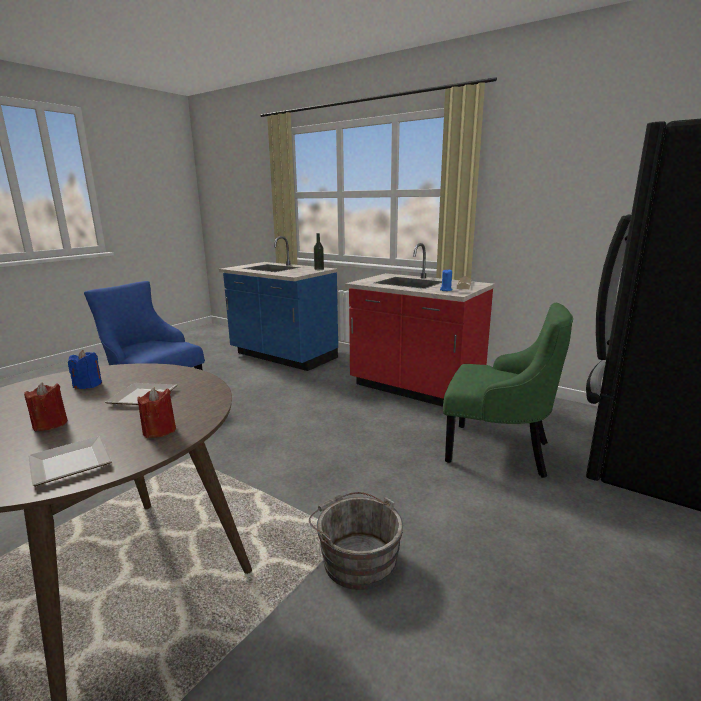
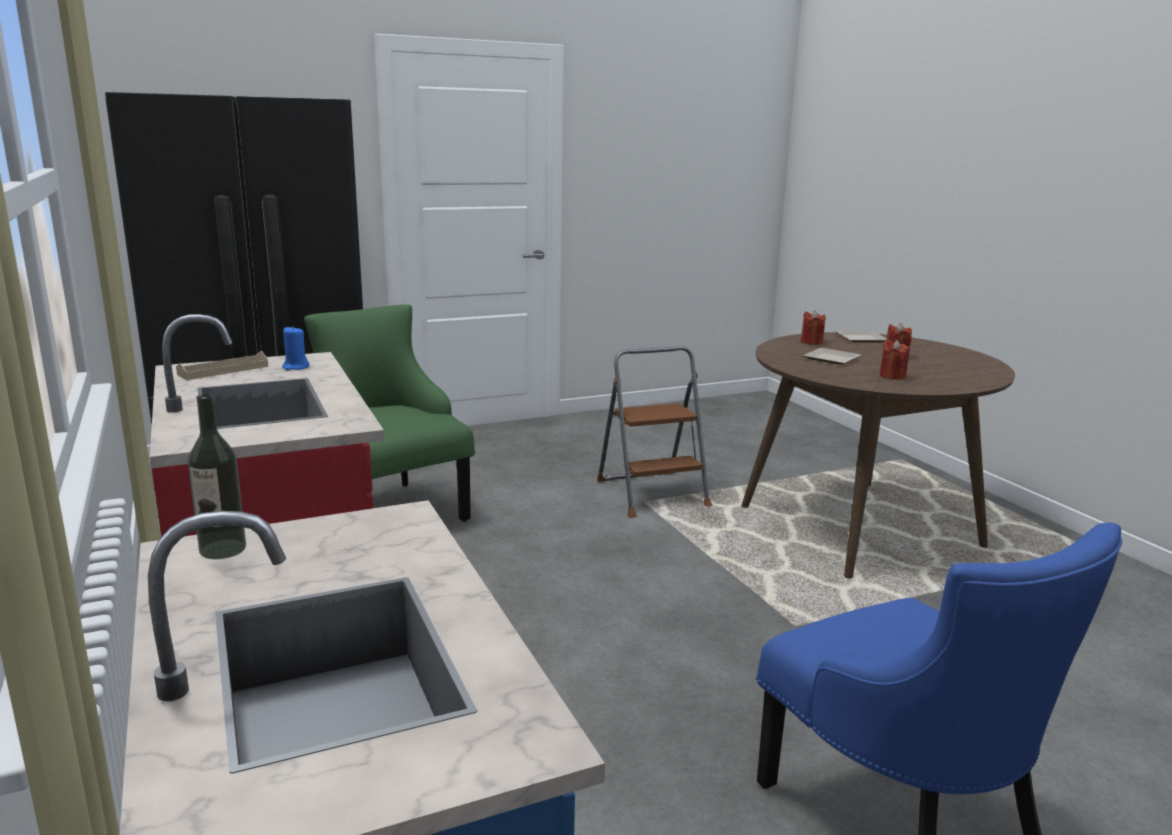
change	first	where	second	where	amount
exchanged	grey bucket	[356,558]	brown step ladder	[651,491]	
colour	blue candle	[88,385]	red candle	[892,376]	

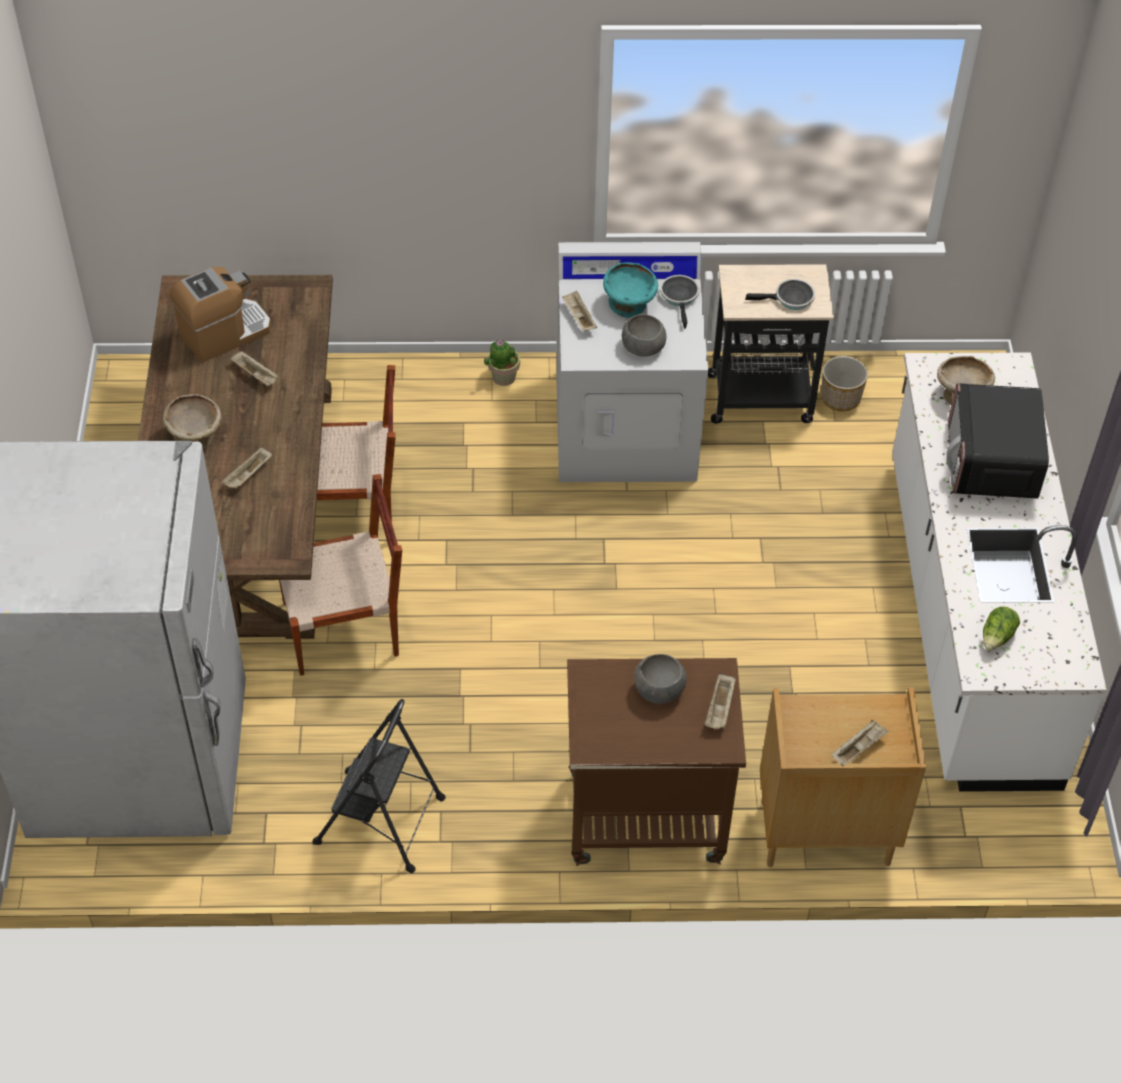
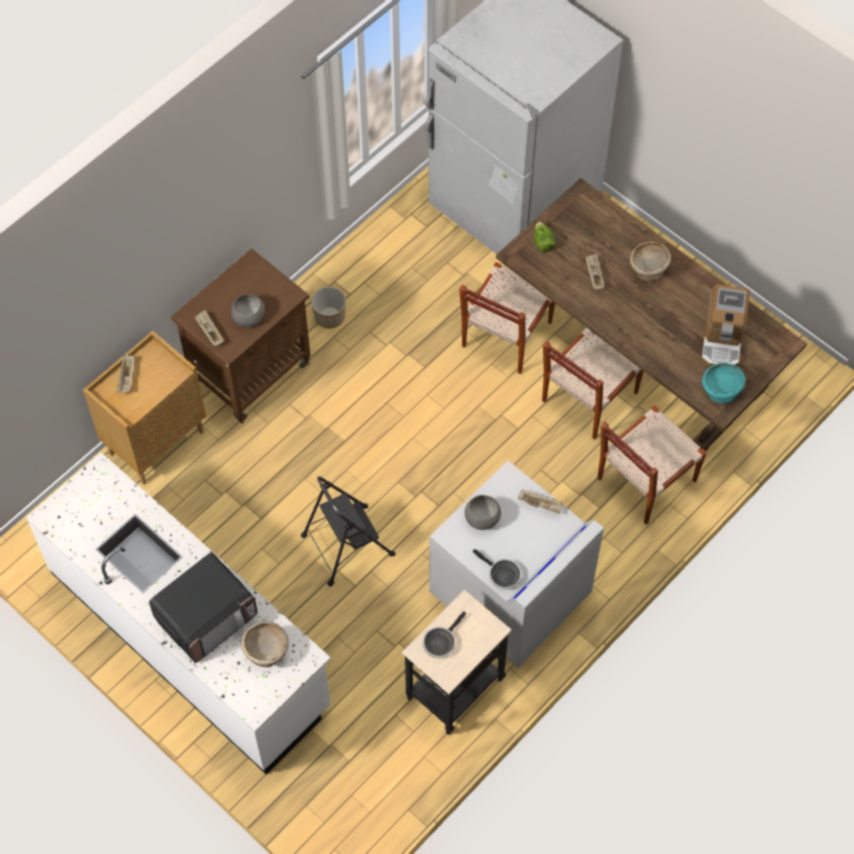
change	first	where	second	where	amount
missing	beige tray	[256,375]			
missing	potted plant	[503,377]			
appeared			chair	[644,482]	
relocated	black step ladder	[383,820]		[345,545]	
relocated	turquoise bowl	[629,305]		[720,392]	
relocated	planter	[840,398]		[330,316]	
relocated	lettuce	[997,637]		[542,242]	
spun	microwave	[991,462]		[207,616]	90 degrees clockwise

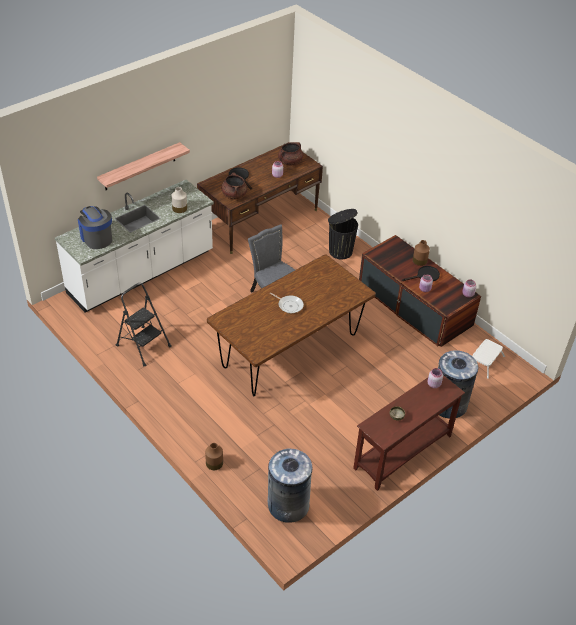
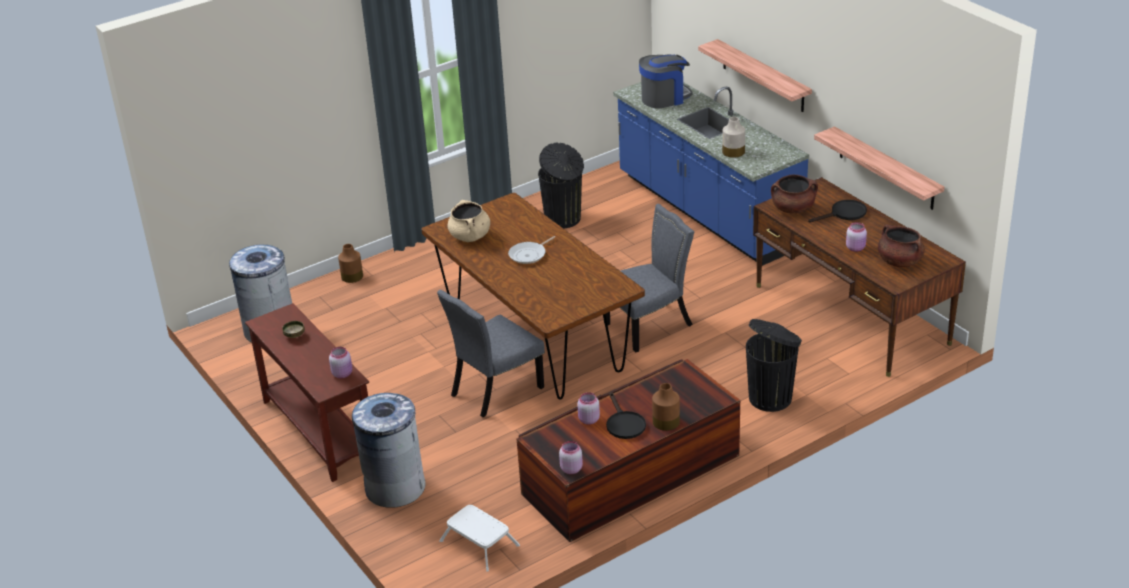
change	first	where	second	where	amount
appeared			grey chair	[497,389]	
appeared			beige cooking pot	[470,236]	
appeared			shelf	[886,168]	
exchanged	black step ladder	[142,344]	black trash can	[563,219]	
colour	white counter	[142,273]	blue counter	[706,212]	

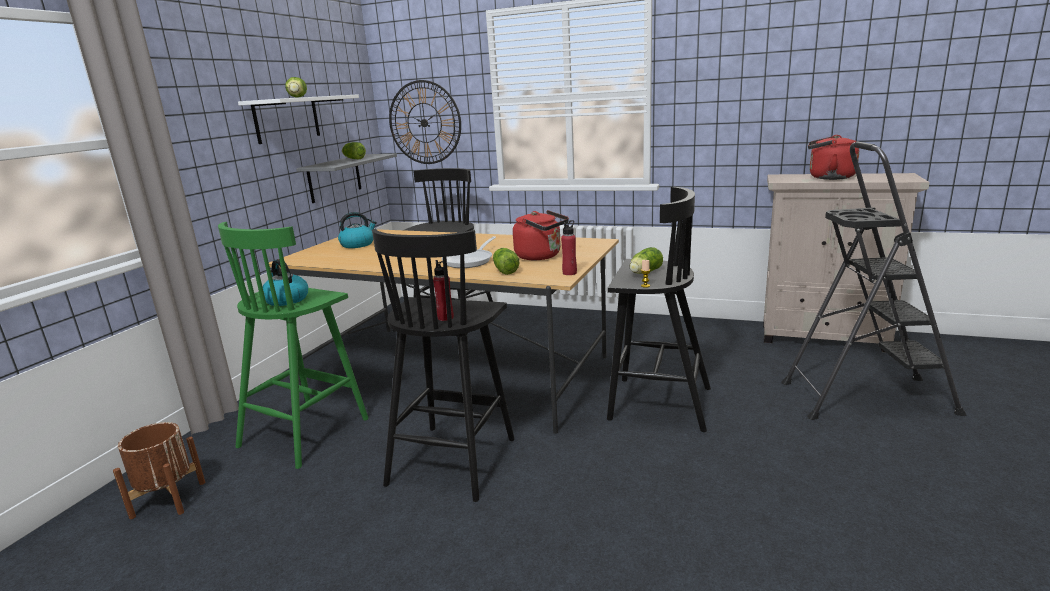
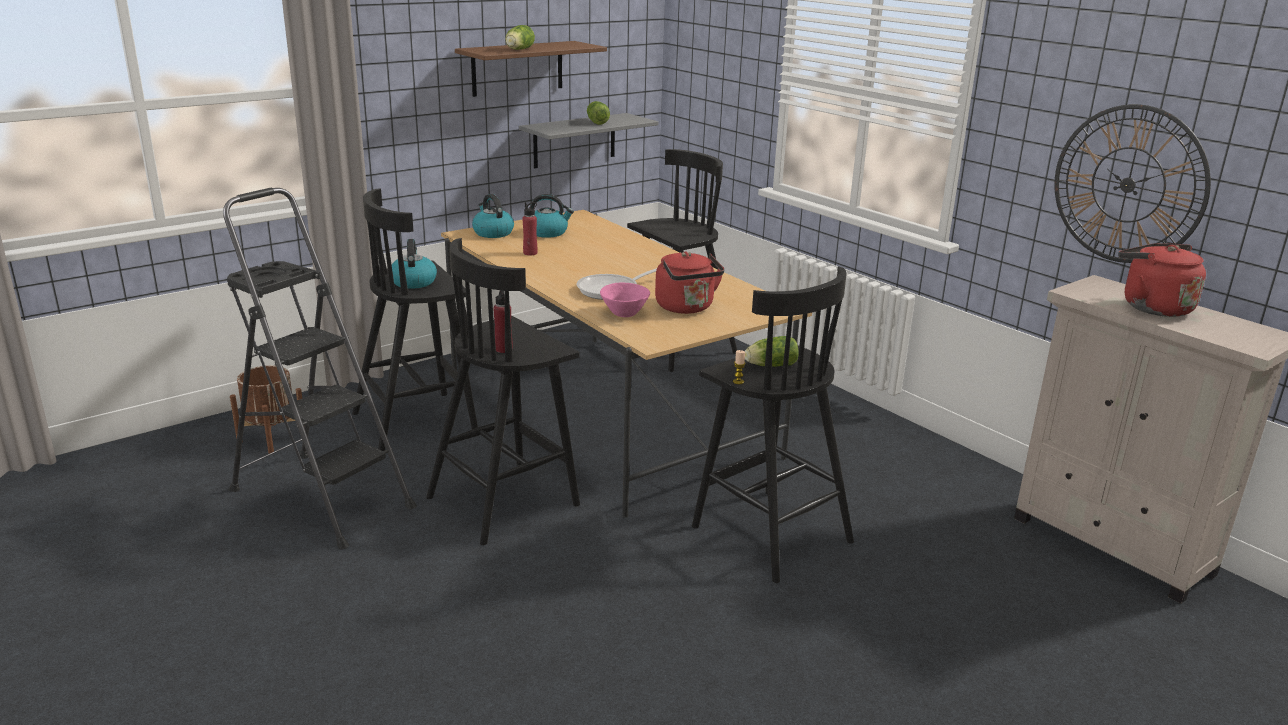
change	first	where	second	where	amount
appeared			kettle	[492,233]	
relocated	wall clock	[424,123]		[1128,185]	
relocated	red bottle	[569,273]		[530,253]	
relocated	step ladder	[865,397]		[320,496]	
exchanged	lettuce	[505,270]	pink bowl	[623,314]	
colour	green stool	[307,430]	black stool	[419,420]	
colour	white shelf	[287,119]	brown shelf	[517,68]	

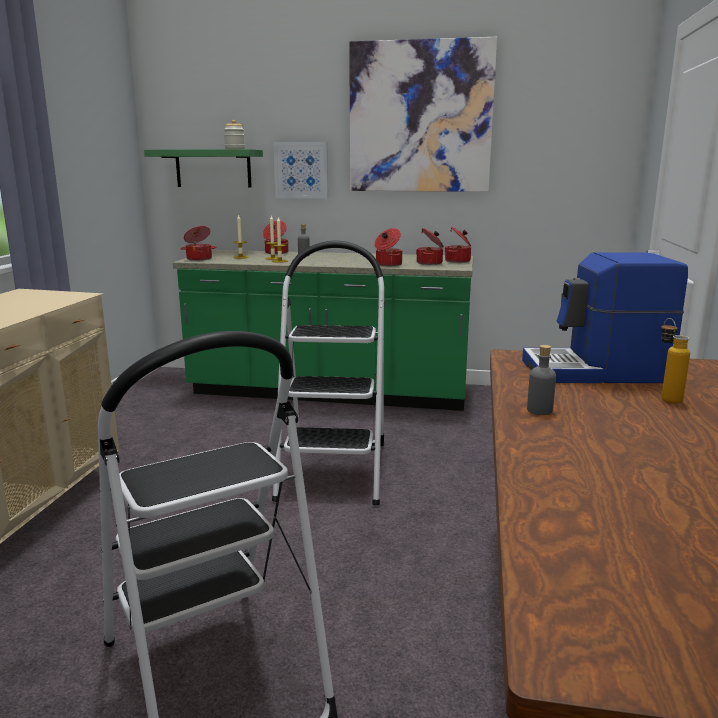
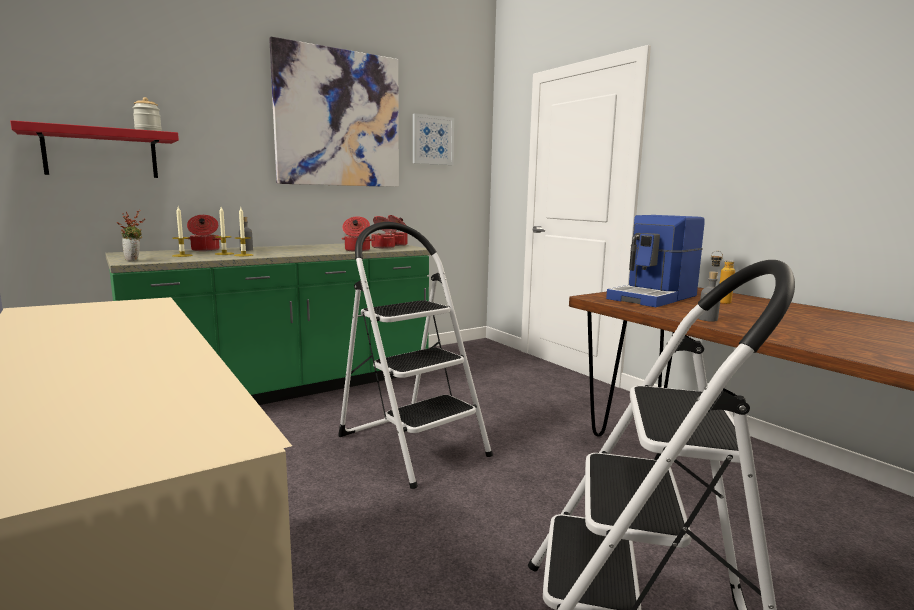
change	first	where	second	where	amount
relocated	picture	[301,170]		[432,140]	
exchanged	cooking pot	[199,259]	potted plant	[135,260]	
colour	green shelf	[213,168]	red shelf	[101,153]	

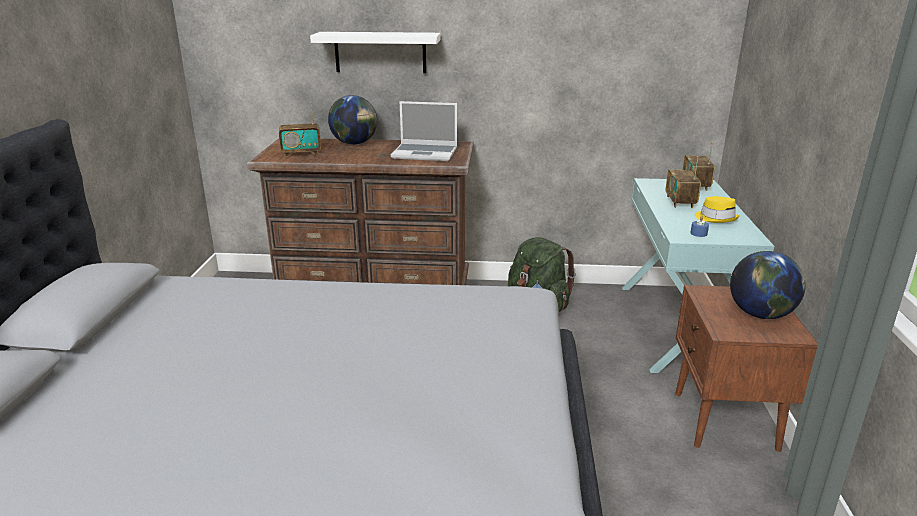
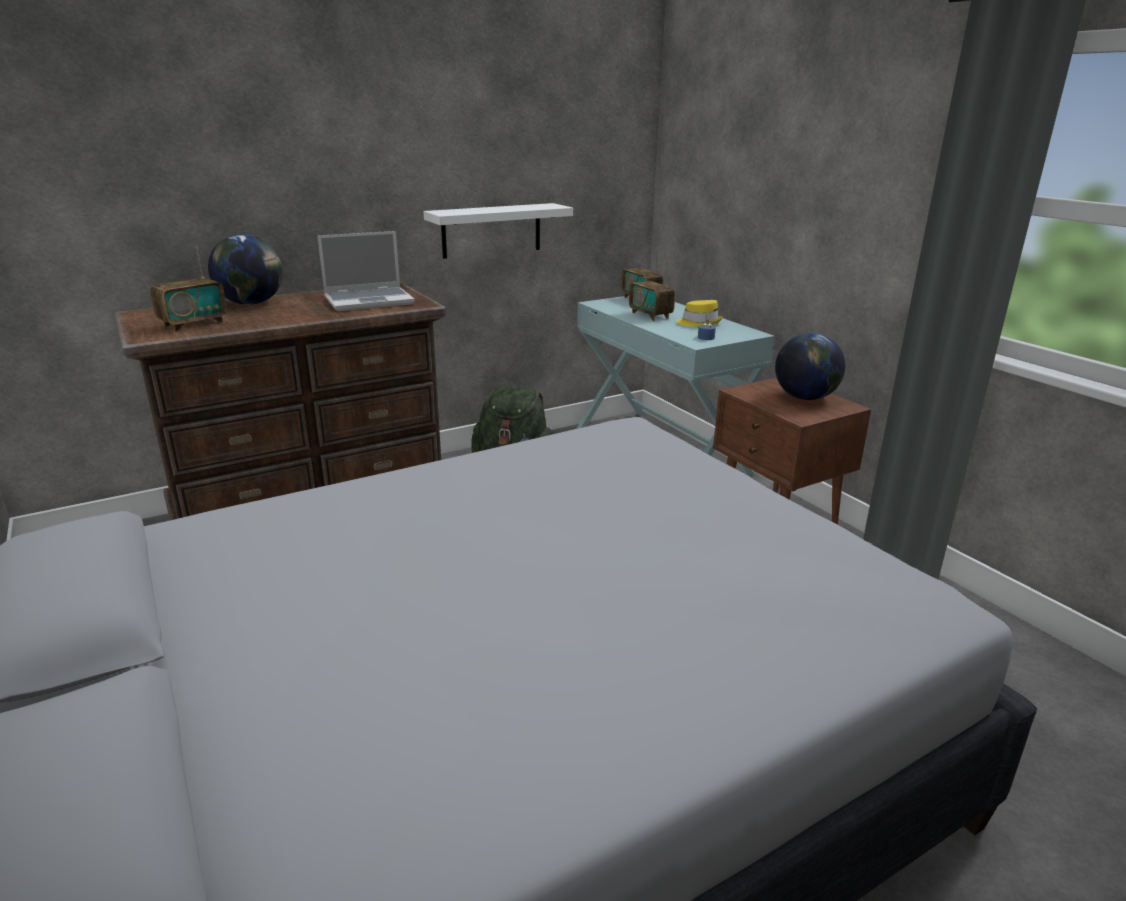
change	first	where	second	where	amount
relocated	white shelf	[380,52]		[491,230]	

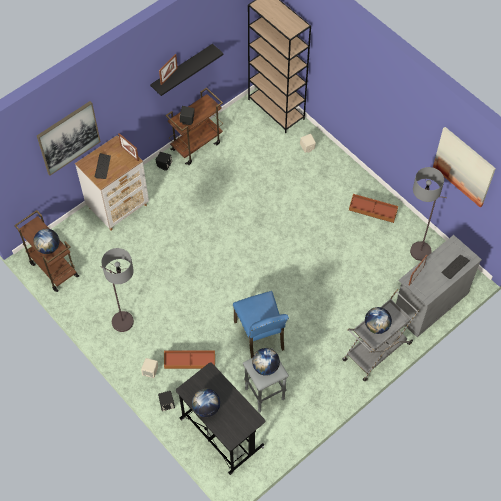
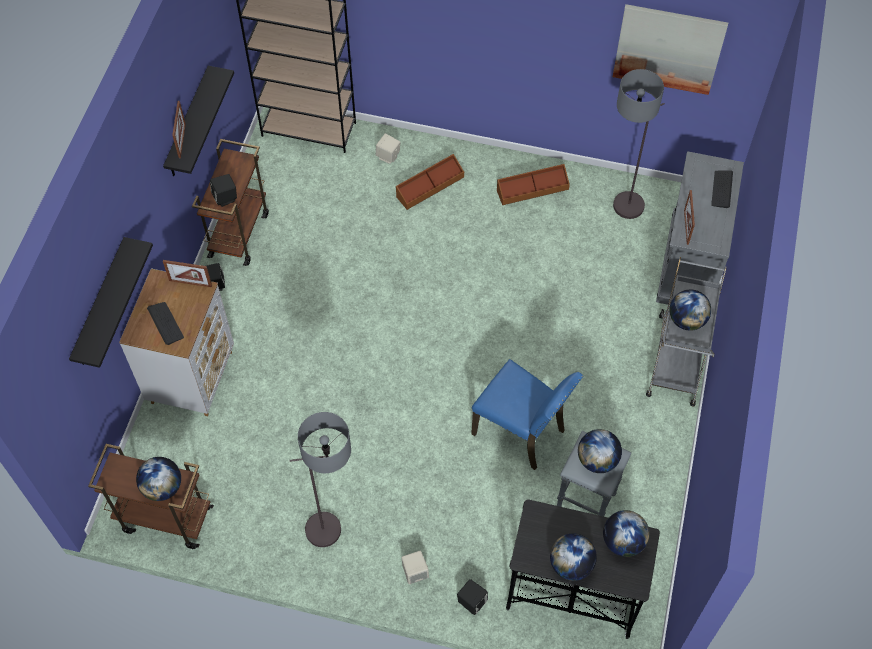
change	first	where	second	where	amount
appeared			globe	[623,541]	
relocated	brown storage box	[189,361]		[429,186]	
exchanged	picture	[68,137]	black shelf	[100,305]	

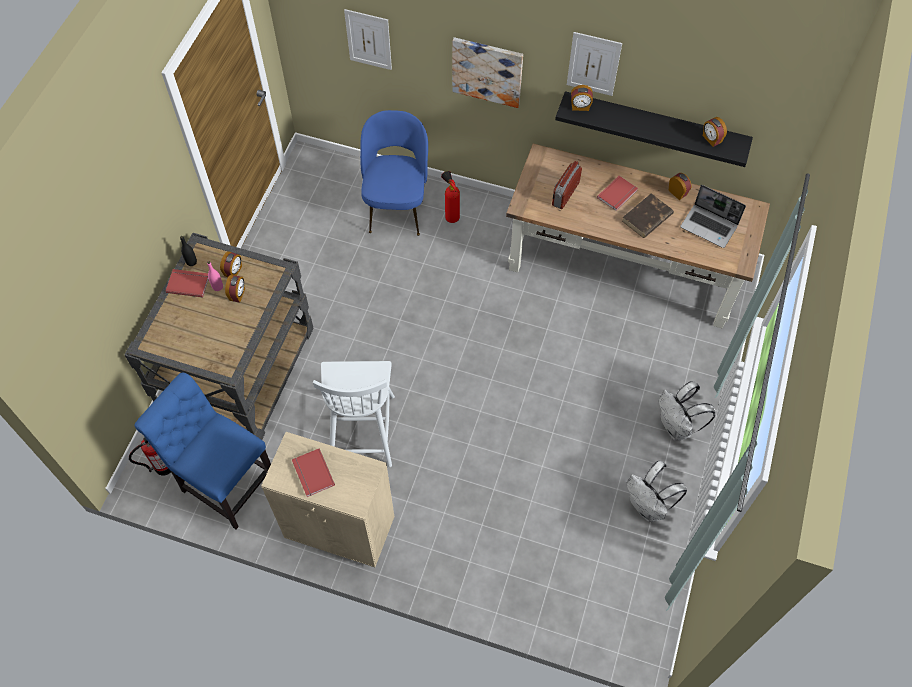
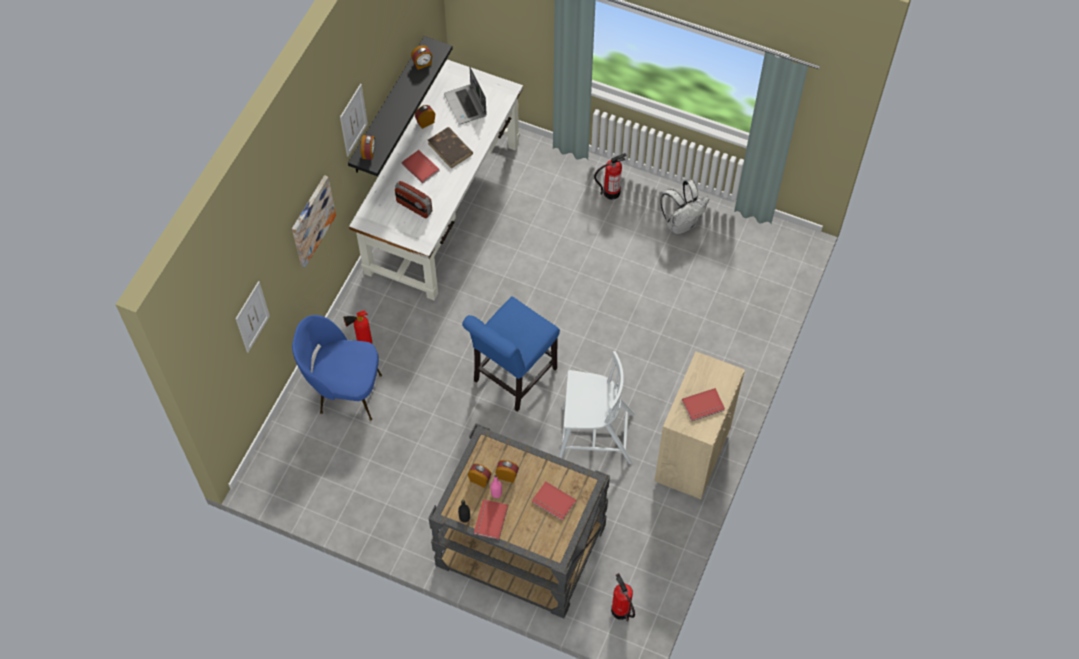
change	first	where	second	where	amount
appeared			red book	[553,502]	
relocated	blue chair	[225,482]		[512,377]	
exchanged	white backpack	[677,427]	fire extinguisher	[611,192]	
colour	brown desk	[624,266]	white desk	[443,206]	
spun	laptop	[709,226]		[466,105]	120 degrees clockwise

